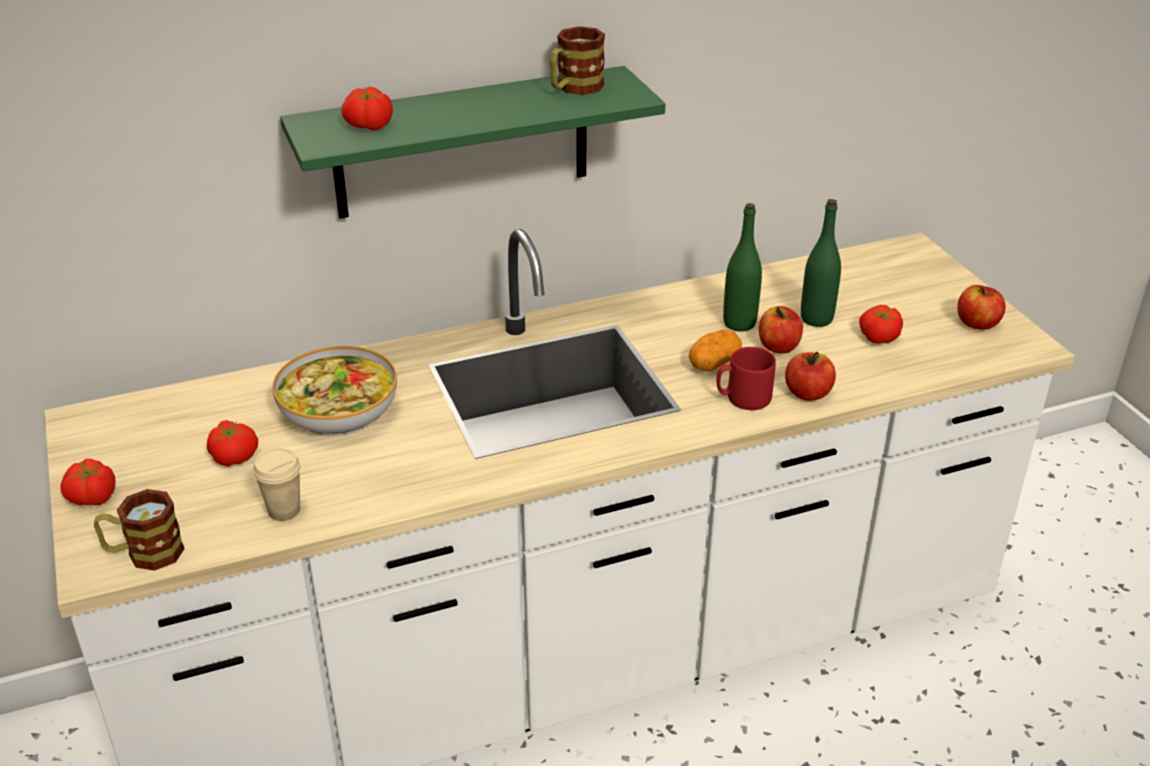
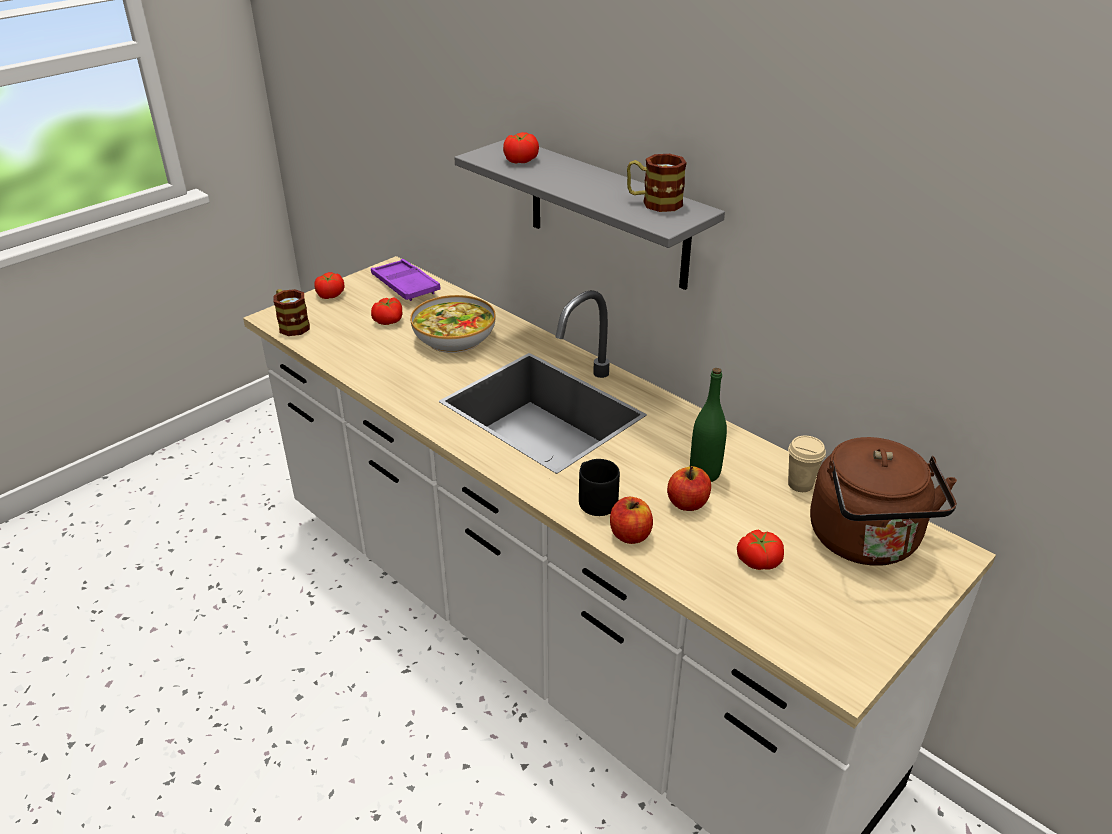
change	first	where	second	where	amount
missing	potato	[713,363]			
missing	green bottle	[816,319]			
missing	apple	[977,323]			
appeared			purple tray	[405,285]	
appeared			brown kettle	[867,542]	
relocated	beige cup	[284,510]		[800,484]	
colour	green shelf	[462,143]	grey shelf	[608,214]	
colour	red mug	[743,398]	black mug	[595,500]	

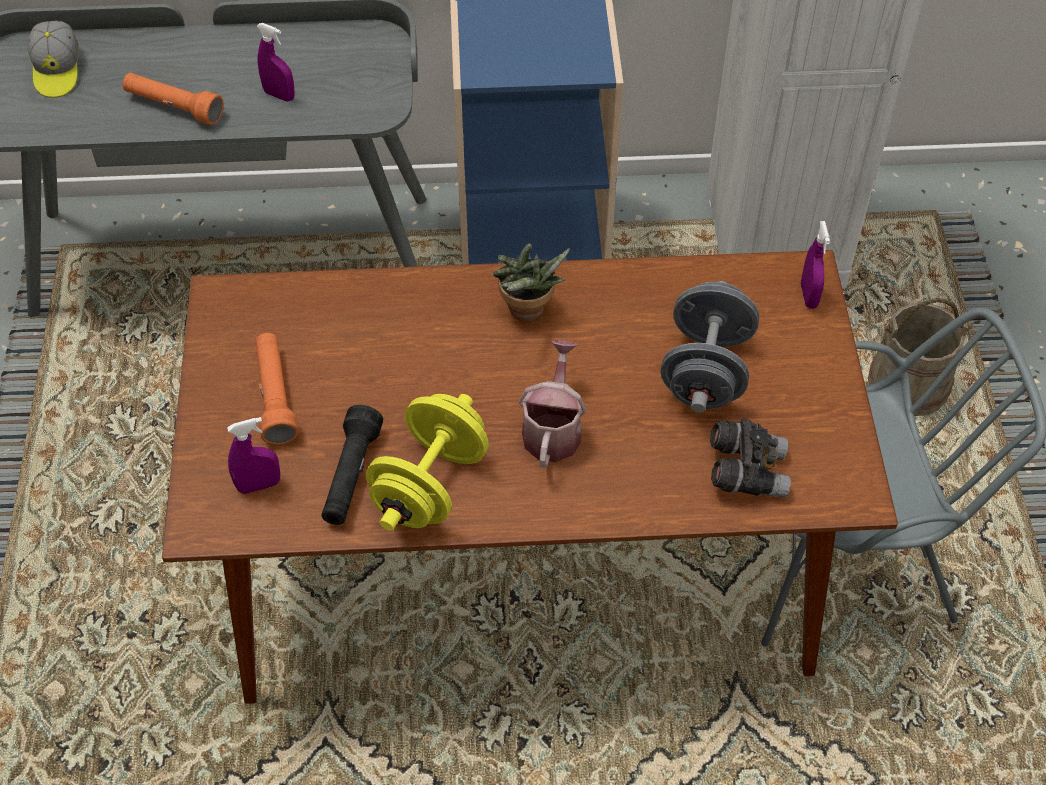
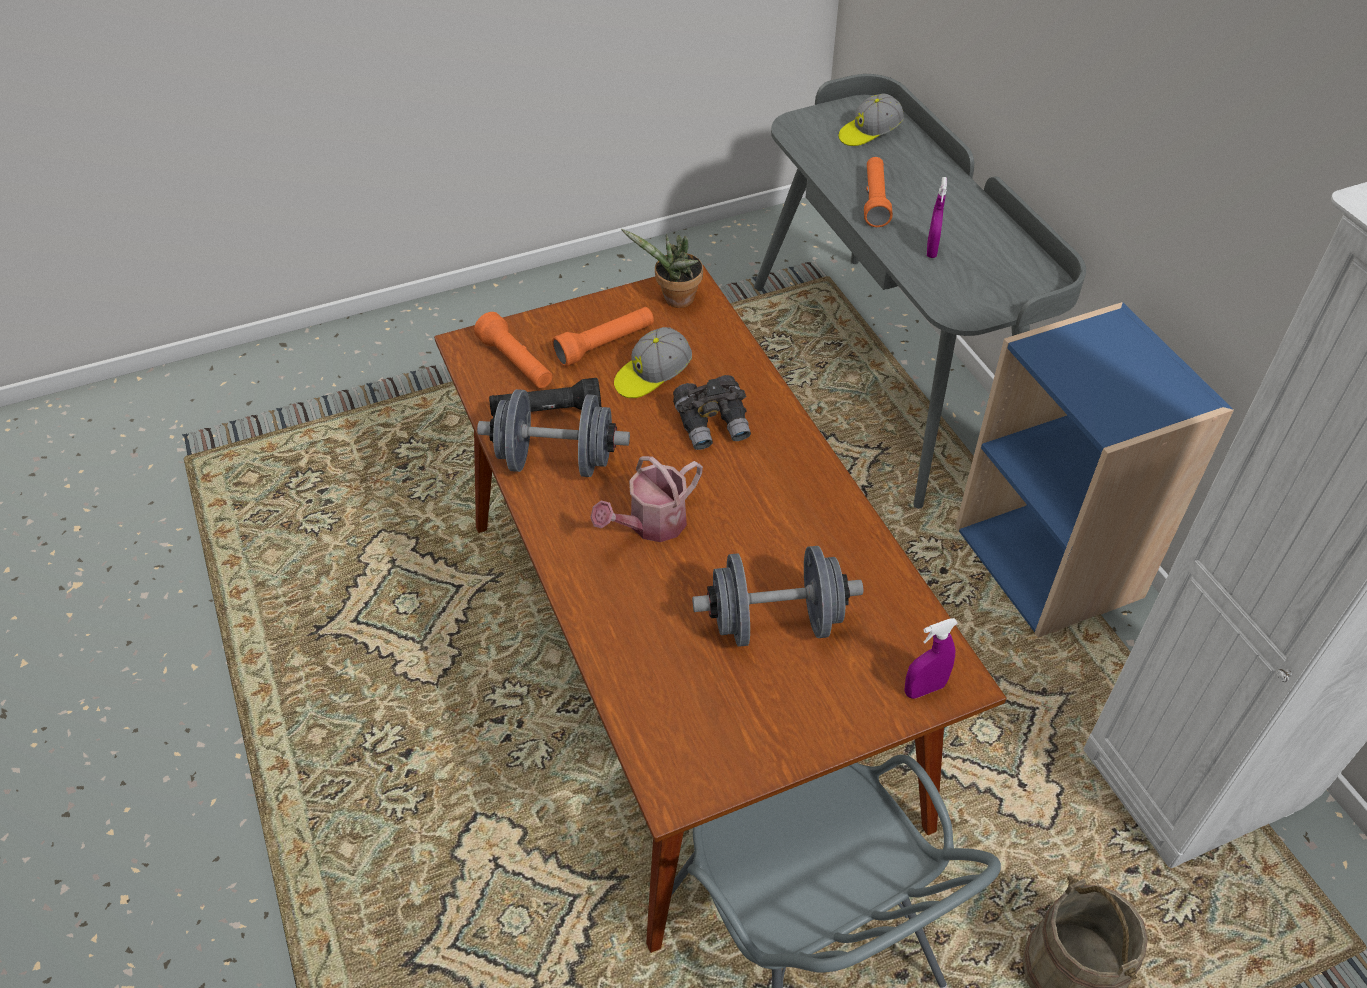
change	first	where	second	where	amount
appeared			cap	[652,376]	
relocated	potted plant	[527,313]		[675,300]	
relocated	grey binoculars	[746,471]		[713,424]	
exchanged	purple spray bottle	[259,485]	orange flashlight	[516,363]	
colour	yellow dumbbell	[430,485]	grey dumbbell	[556,461]	
spun	watering can	[553,429]		[651,525]	150 degrees clockwise

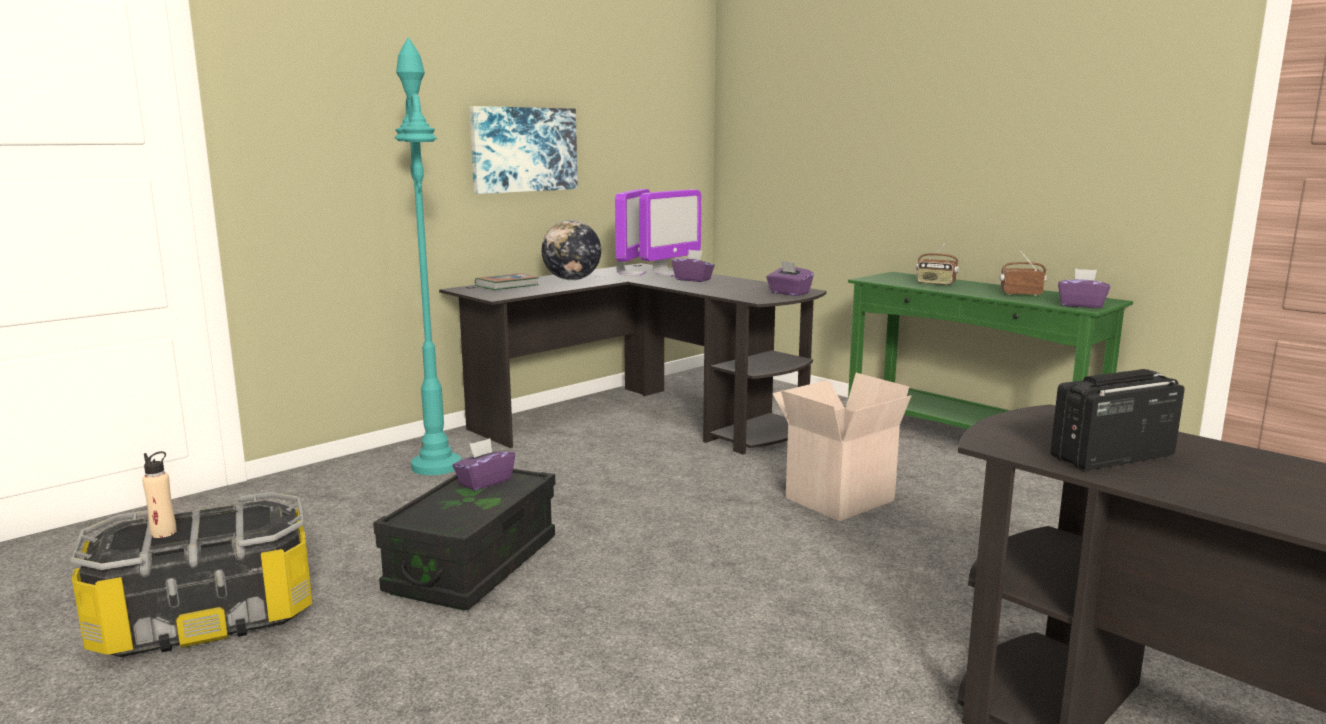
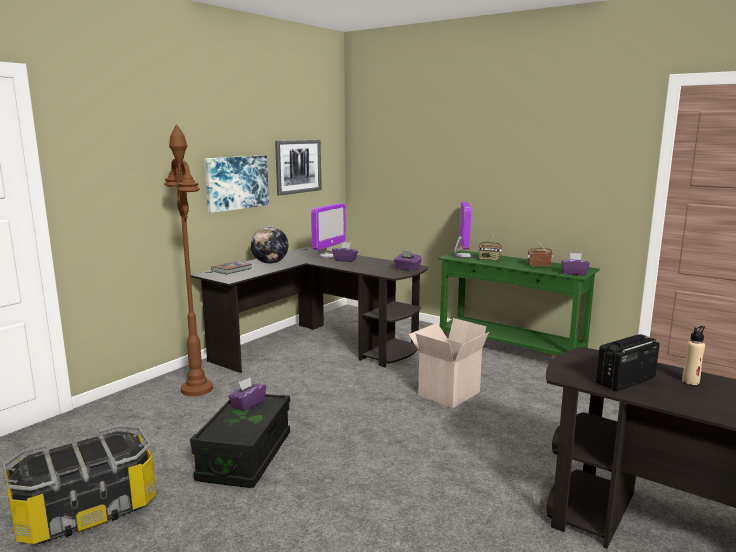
change	first	where	second	where	amount
appeared			picture	[298,166]	
relocated	beige bottle	[164,533]		[690,381]	
relocated	monitor	[631,274]		[462,255]	
colour	turquoise floor lamp	[436,466]	brown floor lamp	[196,389]	

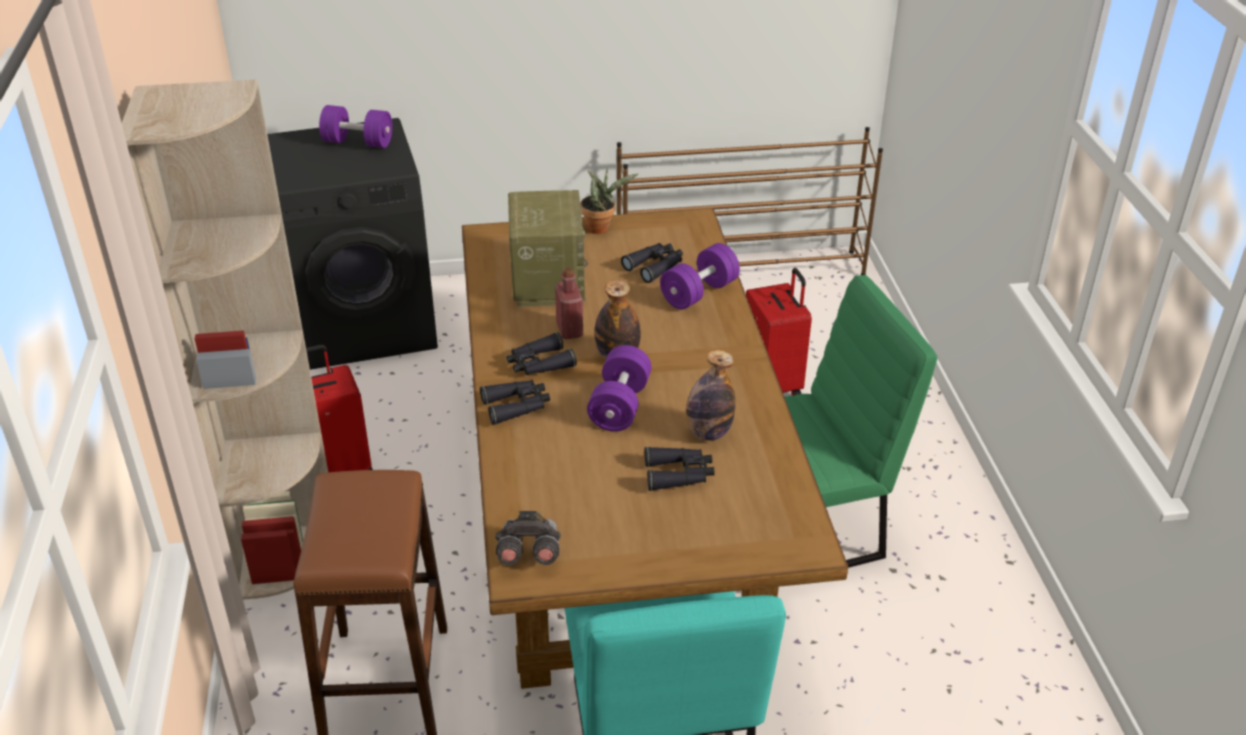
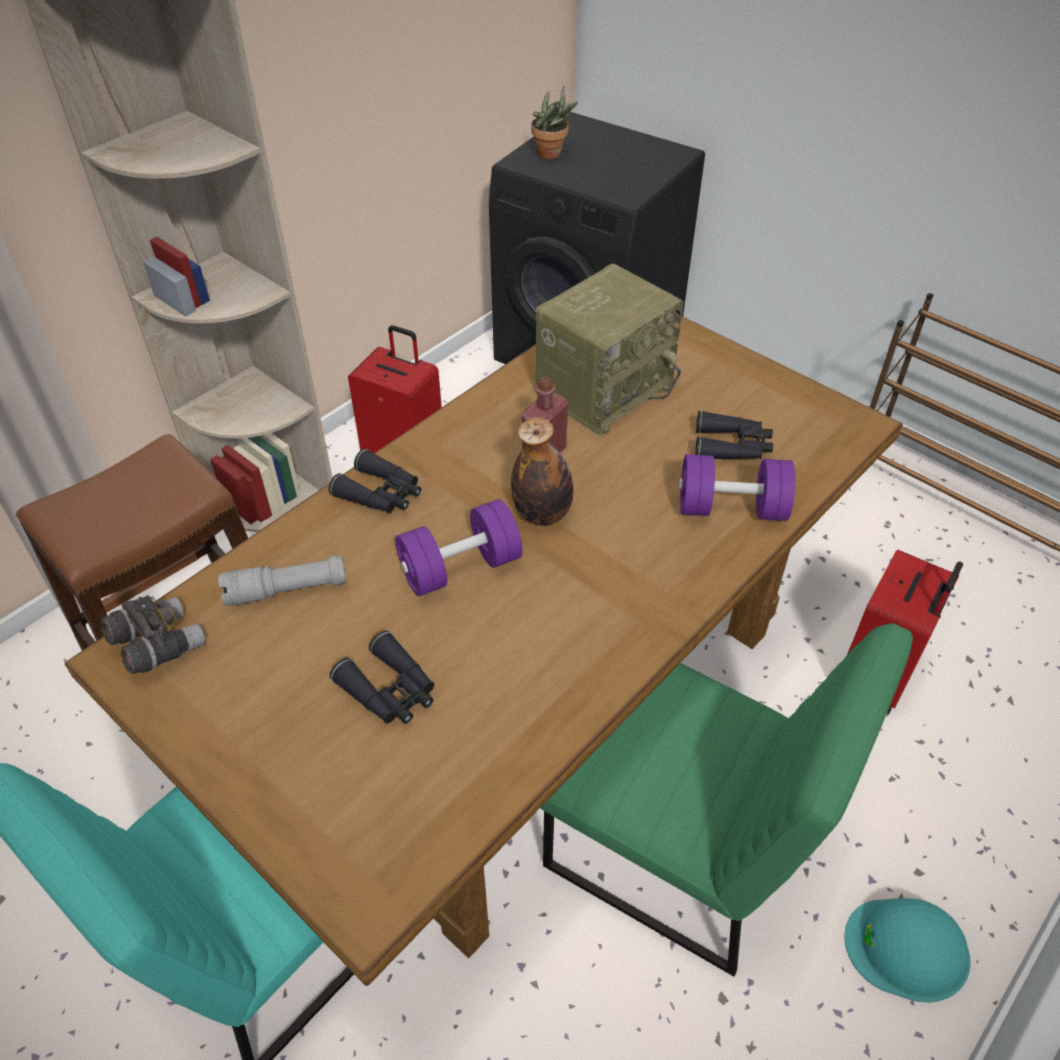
change	first	where	second	where	amount
missing	purple dumbbell	[358,142]			
missing	black binoculars	[539,364]			
missing	bottle	[708,433]			
appeared			grey flashlight	[286,590]	
appeared			turquoise hard hat	[907,948]	
relocated	potted plant	[601,227]		[552,154]	

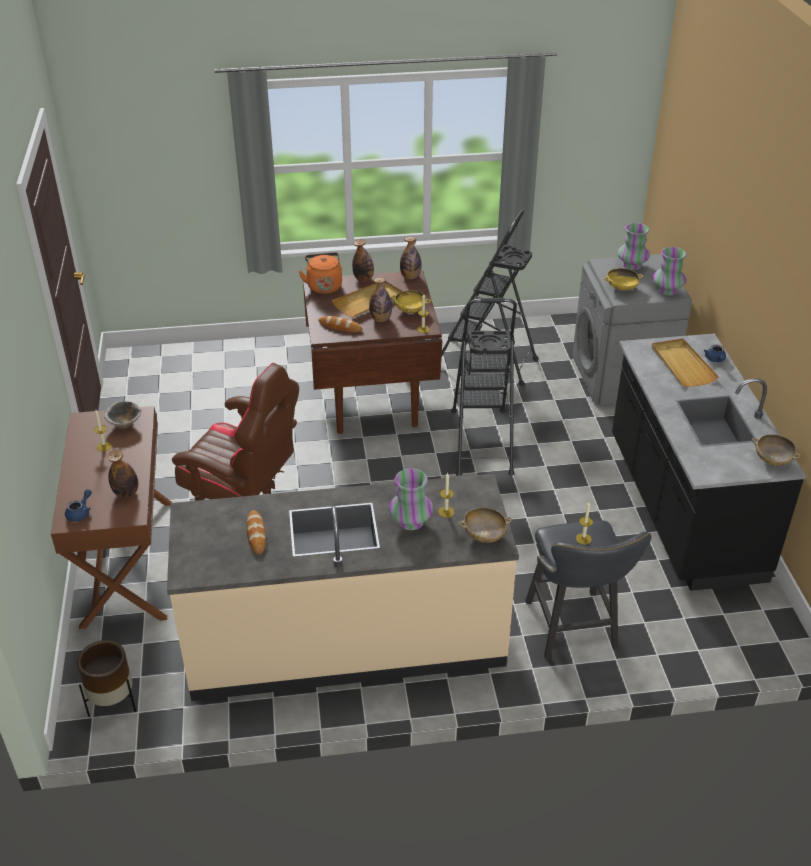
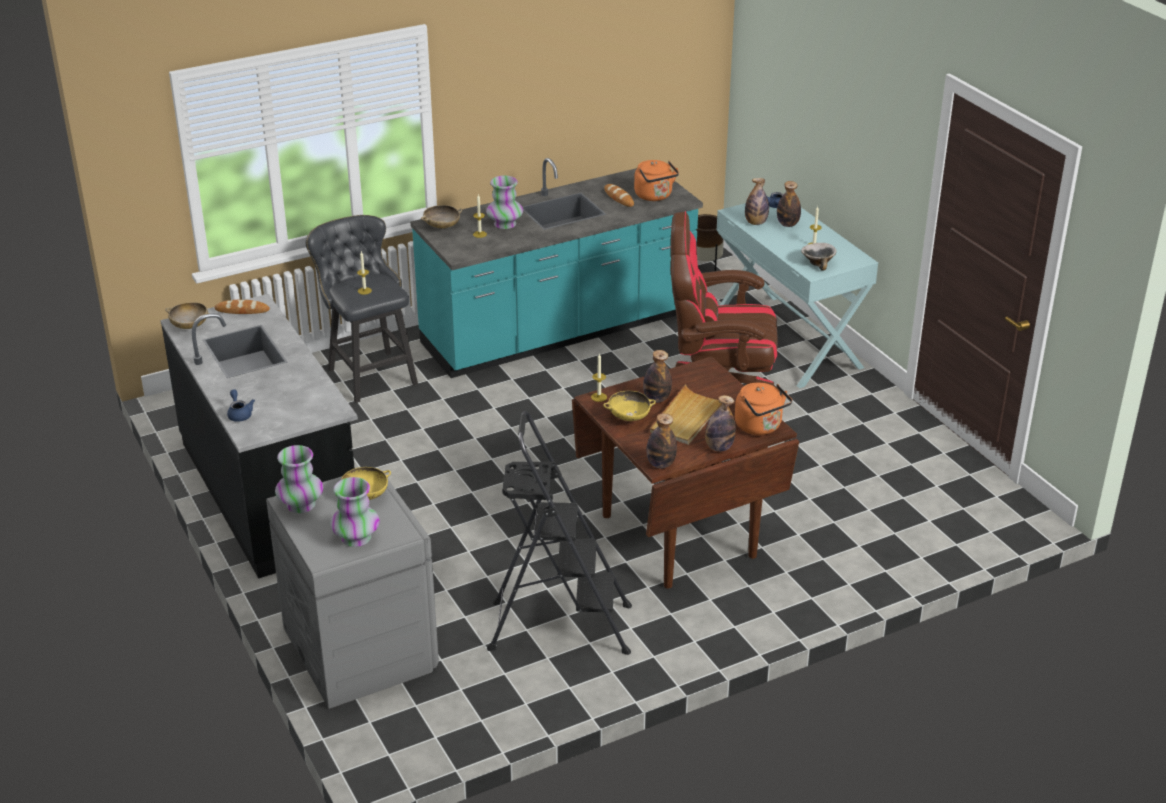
change	first	where	second	where	amount
missing	step ladder	[481,442]			
missing	beige tray	[682,365]			
appeared			orange kettle	[655,196]	
appeared			bottle	[787,224]	
relocated	bread	[340,326]		[242,310]	
colour	brown desk	[127,561]	turquoise desk	[787,340]	
colour	beige counter	[346,640]	turquoise counter	[559,331]	

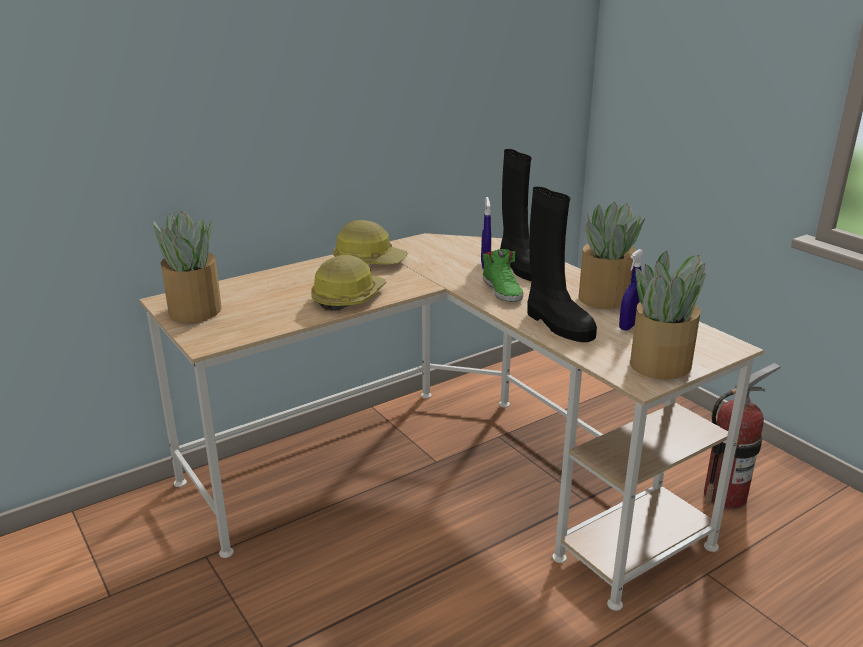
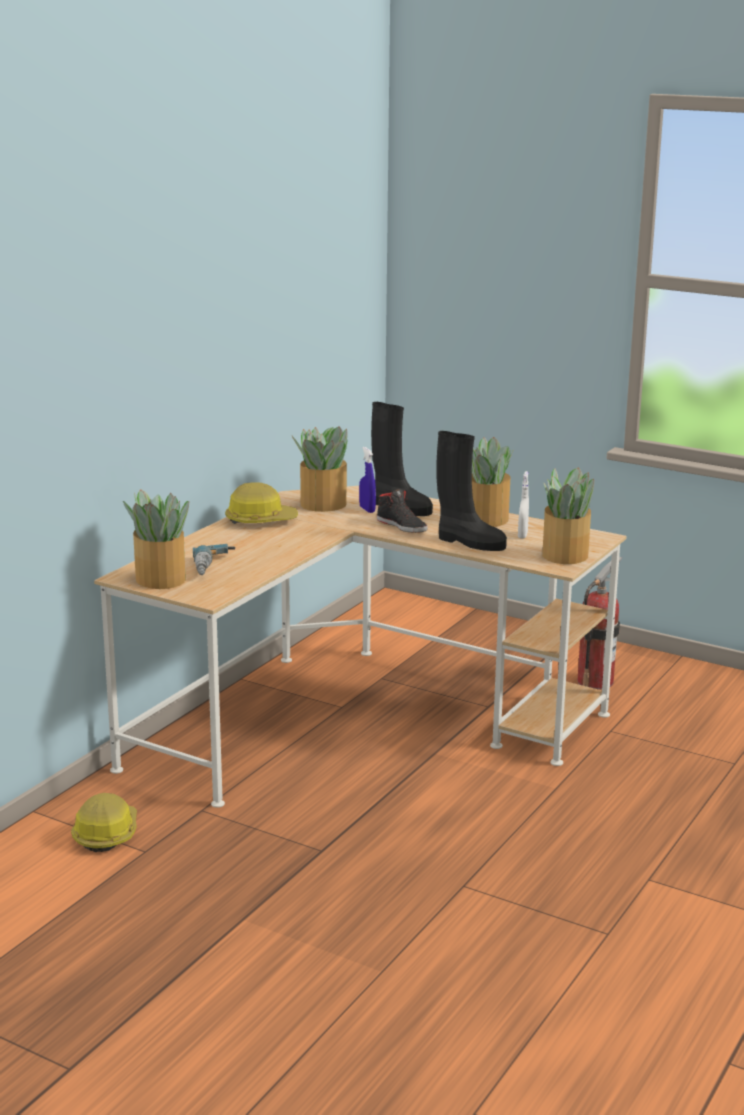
change	first	where	second	where	amount
appeared			power drill	[215,567]	
appeared			potted plant	[322,504]	
relocated	hard hat	[348,297]		[106,833]	
colour	green shoe	[502,290]	black shoe	[402,525]	
colour	blue spray bottle	[628,326]	white spray bottle	[522,535]	

